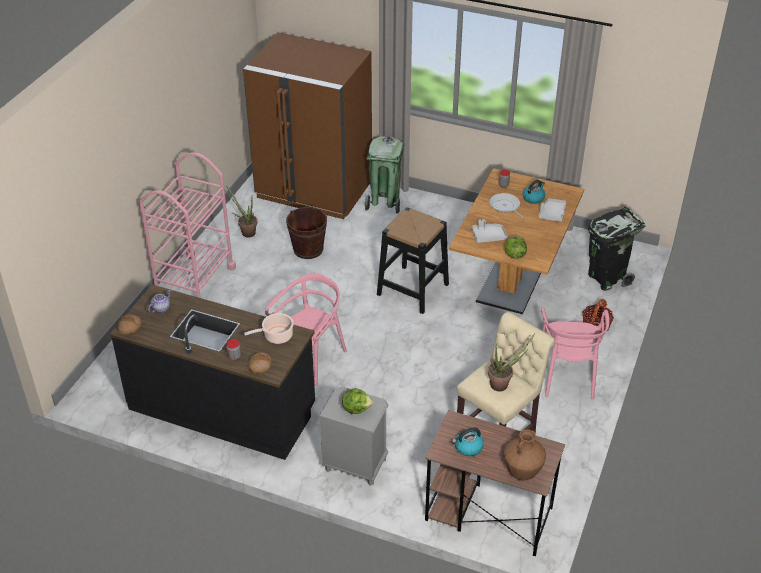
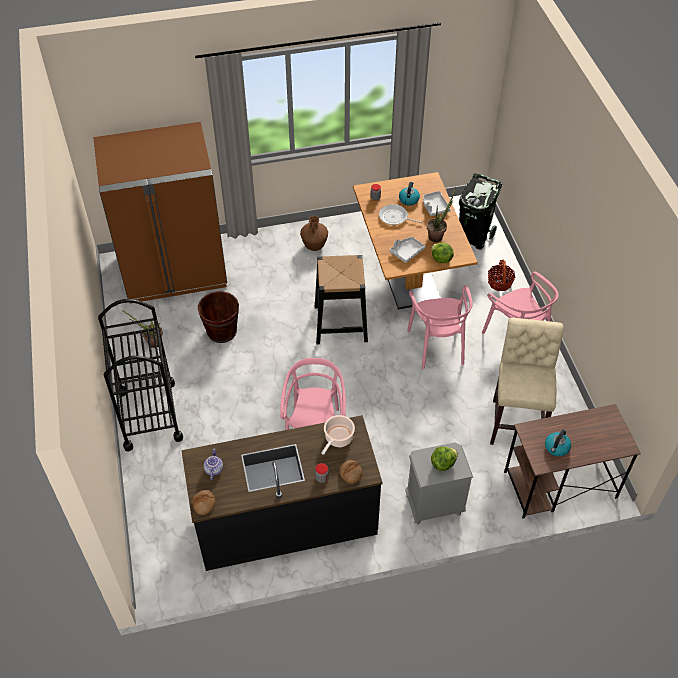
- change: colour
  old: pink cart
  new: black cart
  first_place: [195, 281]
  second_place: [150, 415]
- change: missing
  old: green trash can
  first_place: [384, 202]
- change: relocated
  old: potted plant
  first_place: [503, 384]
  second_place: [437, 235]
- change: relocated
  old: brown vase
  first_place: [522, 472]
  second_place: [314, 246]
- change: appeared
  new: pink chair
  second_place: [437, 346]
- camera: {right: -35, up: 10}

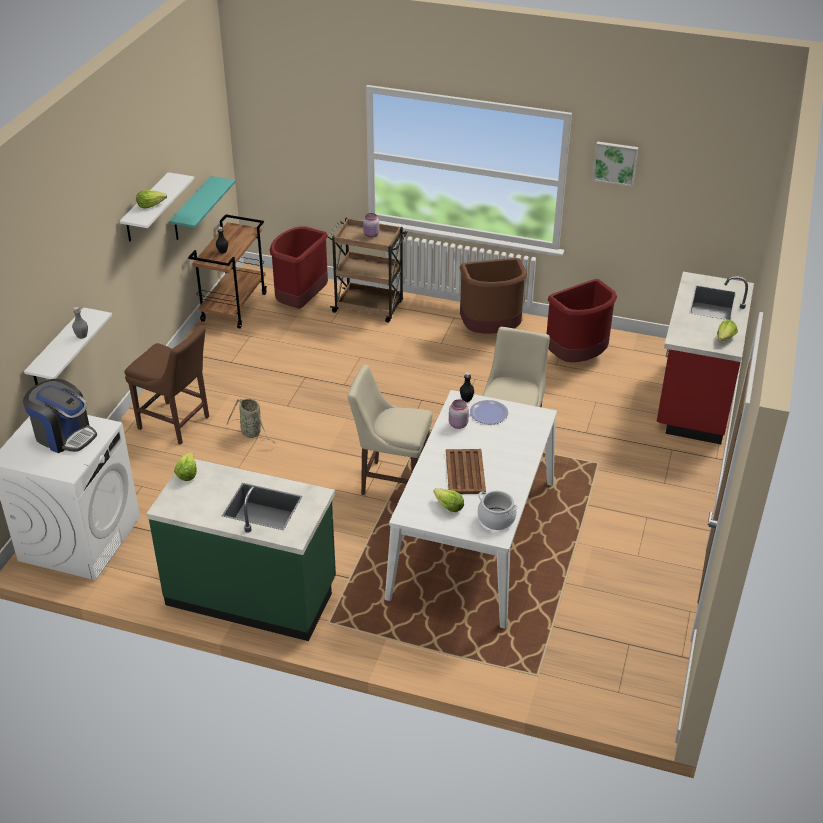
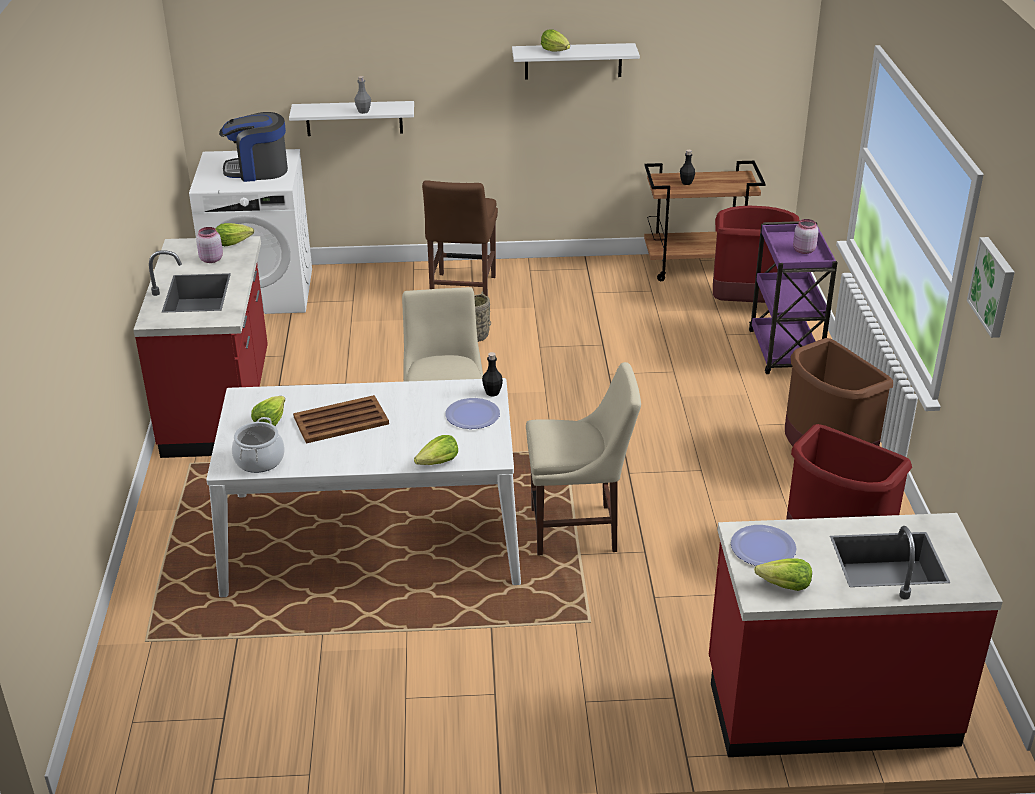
- change: spun
  old: coffee machine
  first_place: [64, 435]
  second_place: [257, 170]
  degrees: 75
- change: colour
  old: green counter
  new: red counter
  first_place: [252, 593]
  second_place: [220, 405]
- change: missing
  old: turquoise shelf
  first_place: [191, 209]
- change: colour
  old: brown cart
  new: purple cart
  first_place: [369, 307]
  second_place: [785, 353]
- change: relocated
  old: pink jar
  first_place: [457, 424]
  second_place: [211, 259]
- change: appeared
  new: lettuce
  second_place: [438, 462]
- change: appeared
  new: plate
  second_place: [763, 547]
- camera: {right: 70, up: -5}

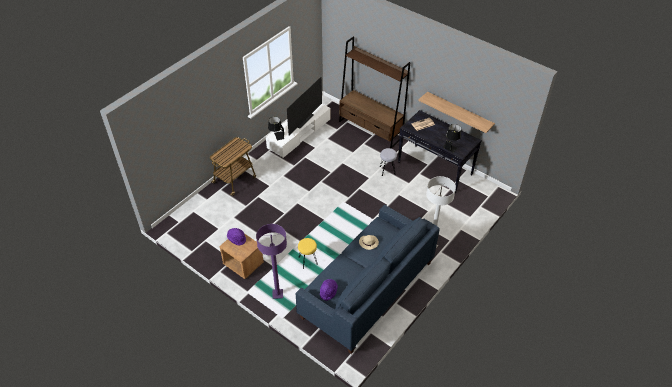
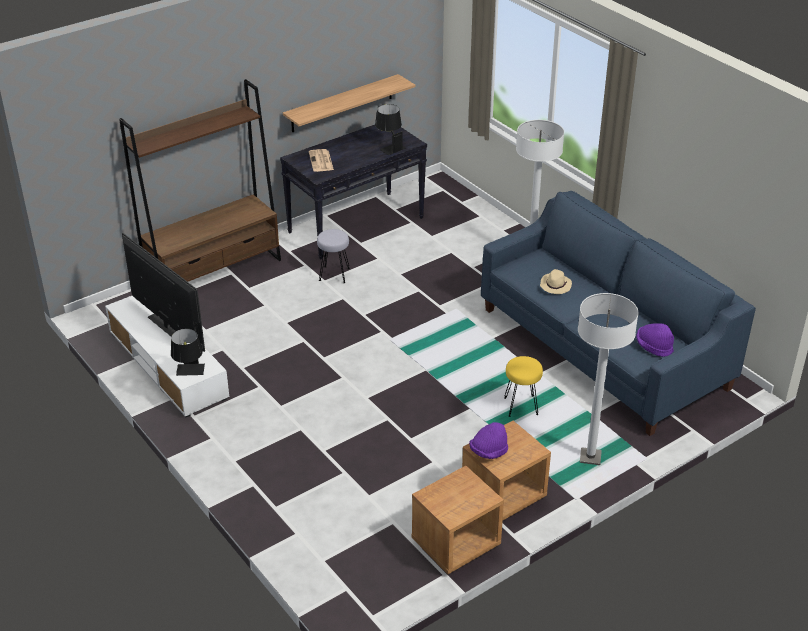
- change: missing
  old: cart
  first_place: [235, 179]
- change: colour
  old: purple floor lamp
  new: white floor lamp
  first_place: [277, 294]
  second_place: [590, 457]
- change: appeared
  new: brown nightstand
  second_place: [455, 544]
- camera: {right: -75, up: -10}

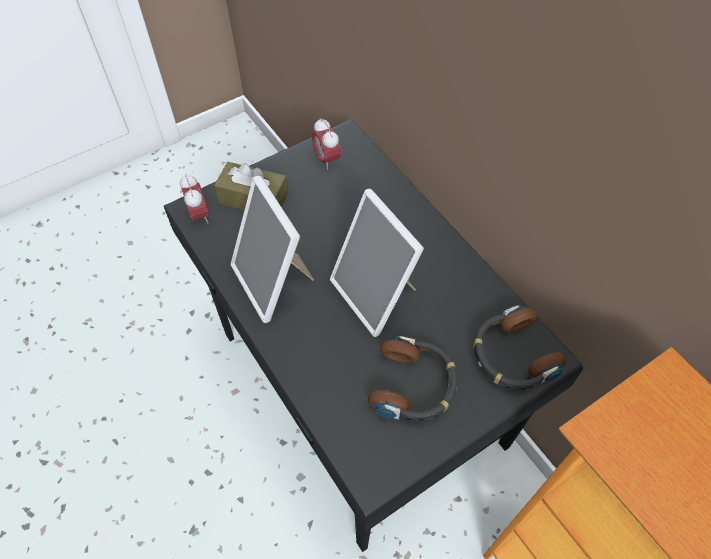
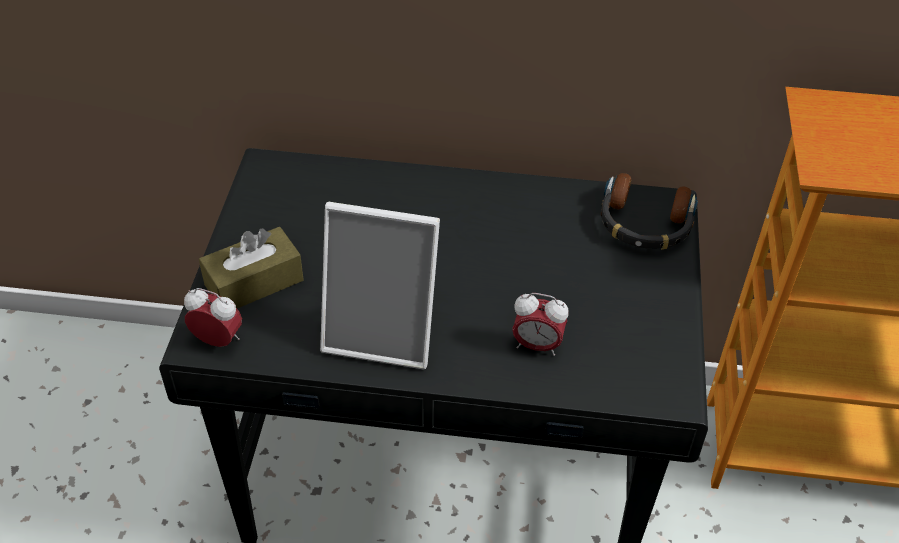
- change: relocated
  old: alarm clock
  first_place: [327, 159]
  second_place: [537, 345]
- change: missing
  old: picture frame
  first_place: [376, 295]
- change: missing
  old: headphones
  first_place: [414, 385]
- camera: {right: -50, up: -10}

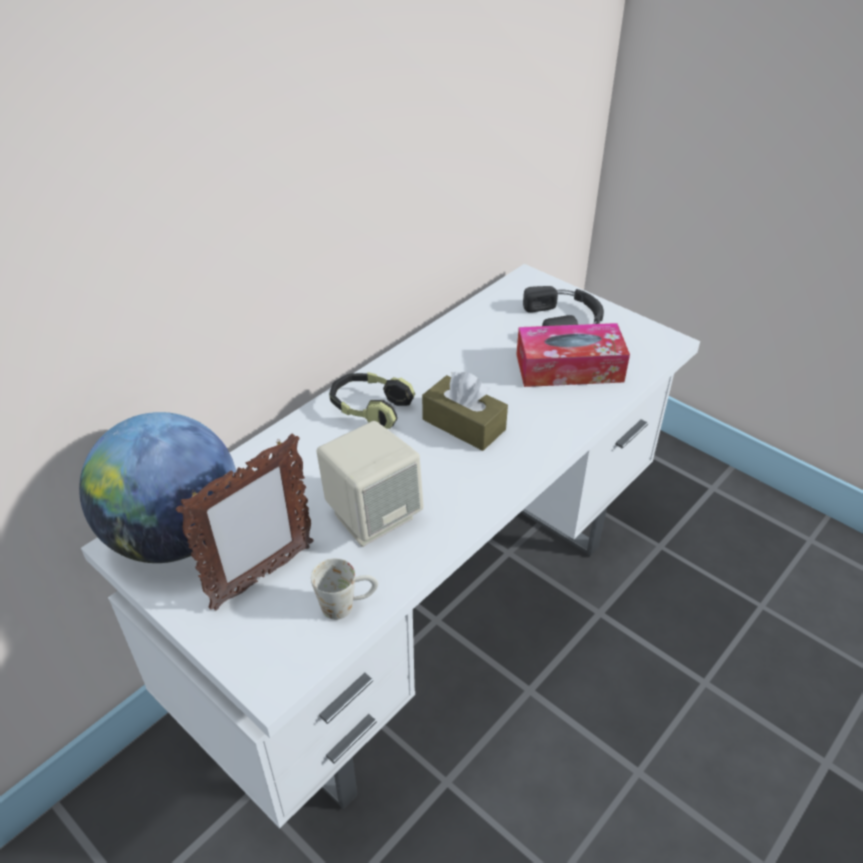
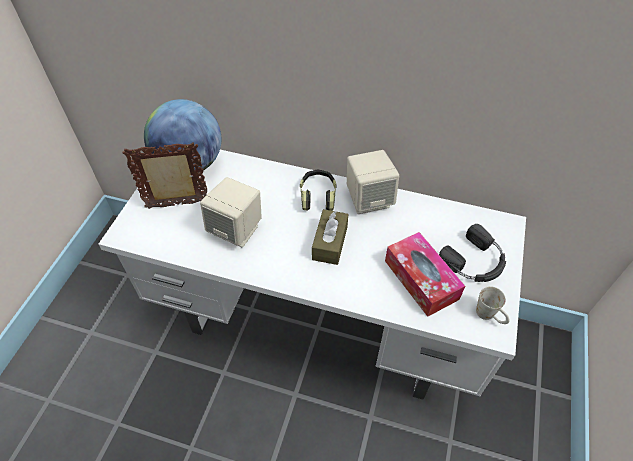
- change: spun
  old: picture frame
  first_place: [262, 577]
  second_place: [178, 205]
  degrees: 150
- change: relocated
  old: white mug
  first_place: [347, 604]
  second_place: [489, 316]
- change: appeared
  new: beige speaker
  second_place: [369, 200]
- camera: {right: 65, up: 10}

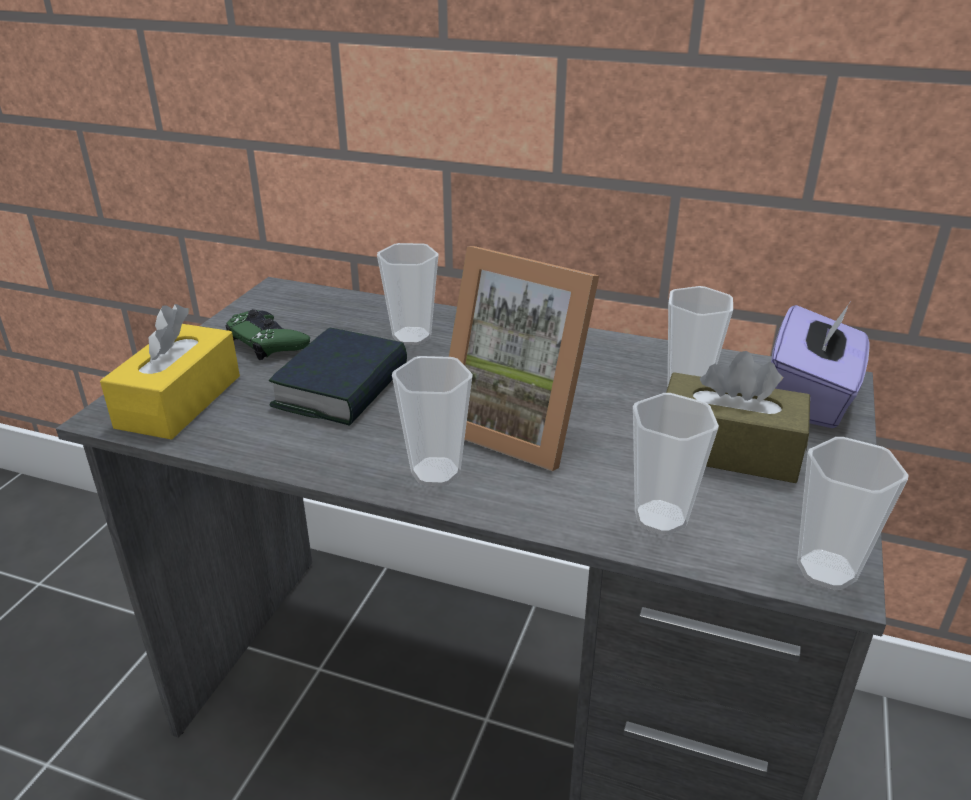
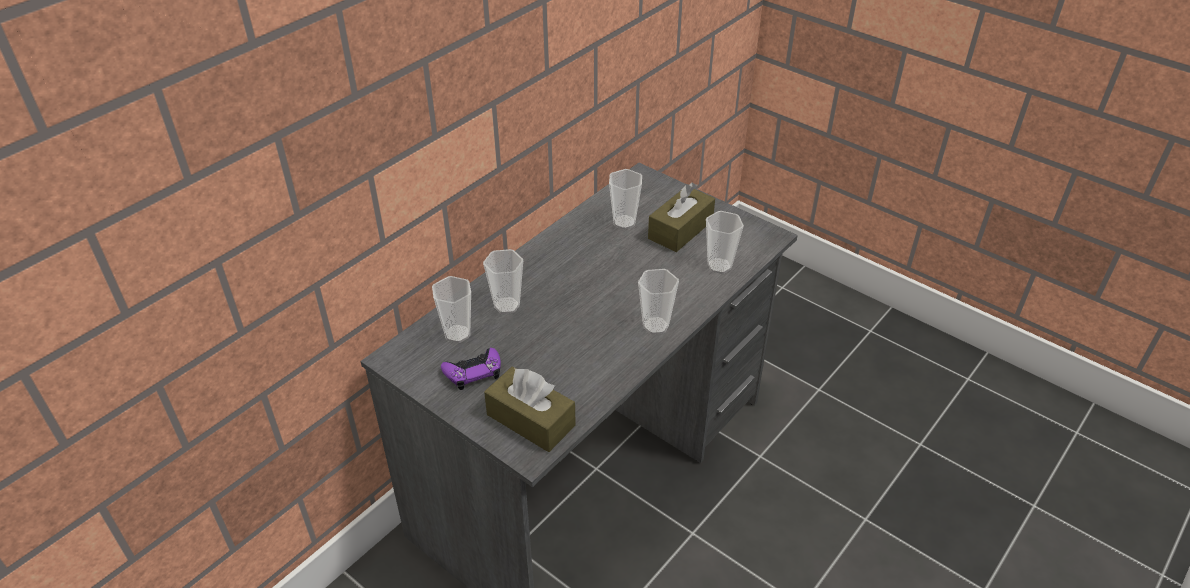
- change: colour
  old: yellow tissue box
  new: brown tissue box
  first_place: [179, 401]
  second_place: [531, 420]
- change: colour
  old: green game controller
  new: purple game controller
  first_place: [267, 342]
  second_place: [473, 372]
- change: missing
  old: book
  first_place: [342, 387]
- change: missing
  old: picture frame
  first_place: [520, 426]
- change: missing
  old: purple tissue box
  first_place: [810, 398]
- change: relocated
  old: cup
  first_place: [826, 570]
  second_place: [457, 334]
- camera: {right: -70, up: 10}

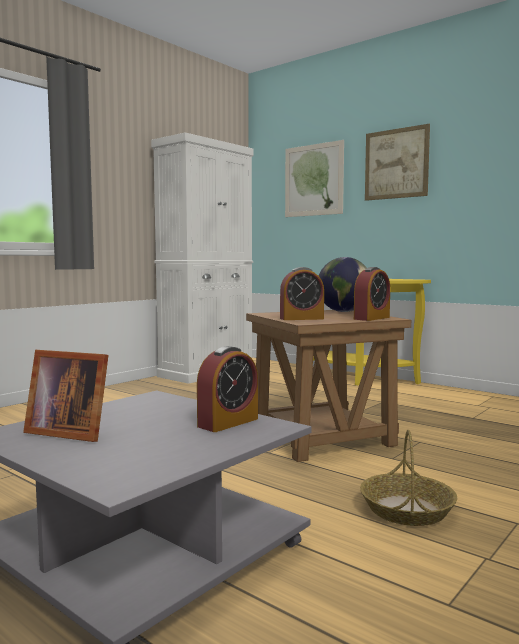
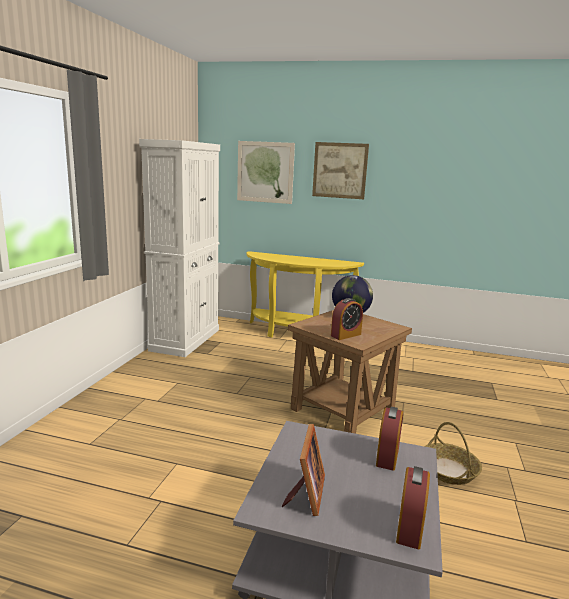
- change: spun
  old: picture frame
  first_place: [68, 432]
  second_place: [305, 494]
  degrees: -75
- change: relocated
  old: alarm clock
  first_place: [371, 318]
  second_place: [410, 527]
- camera: {right: -25, up: 10}

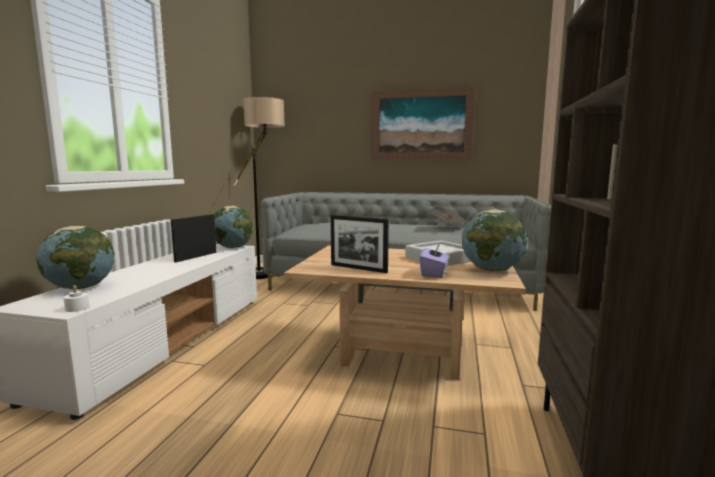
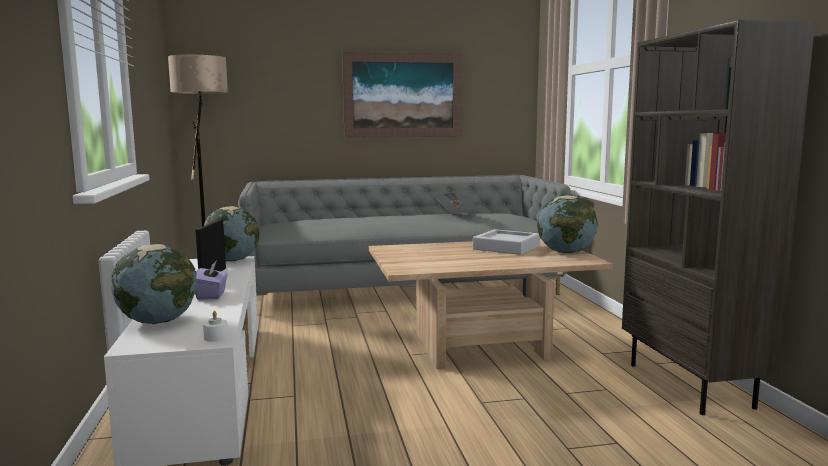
- change: missing
  old: picture frame
  first_place: [358, 268]
- change: relocated
  old: purple tissue box
  first_place: [434, 273]
  second_place: [212, 295]
- camera: {right: -25, up: 0}

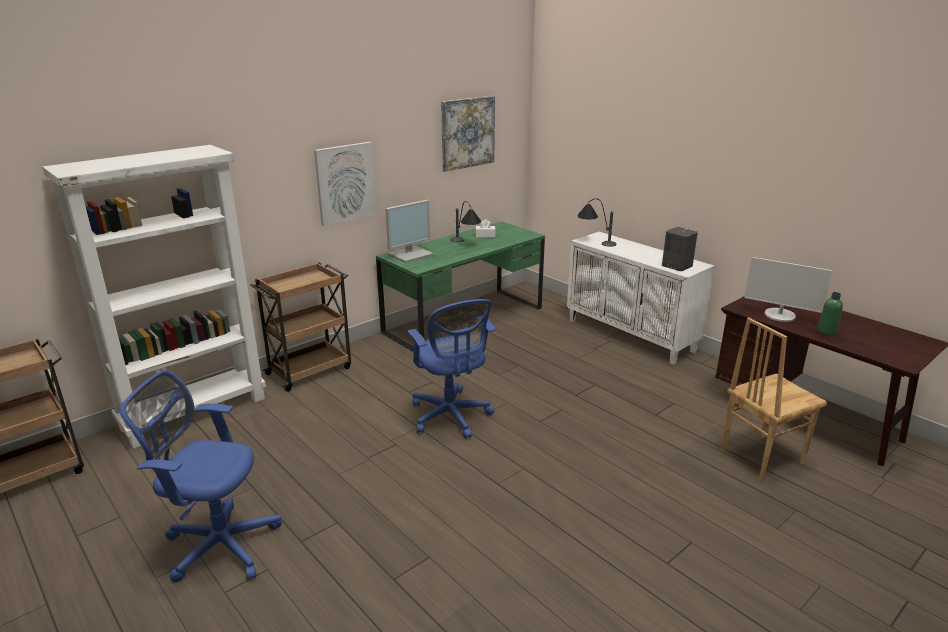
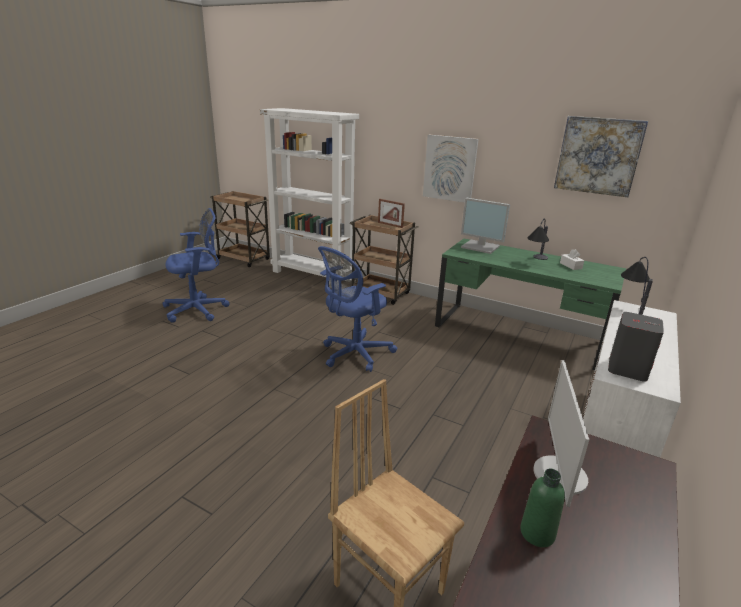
- change: spun
  old: blue office chair
  first_place: [218, 543]
  second_place: [198, 310]
  degrees: 75
- change: appeared
  new: picture frame
  second_place: [390, 225]
- camera: {right: 70, up: 0}

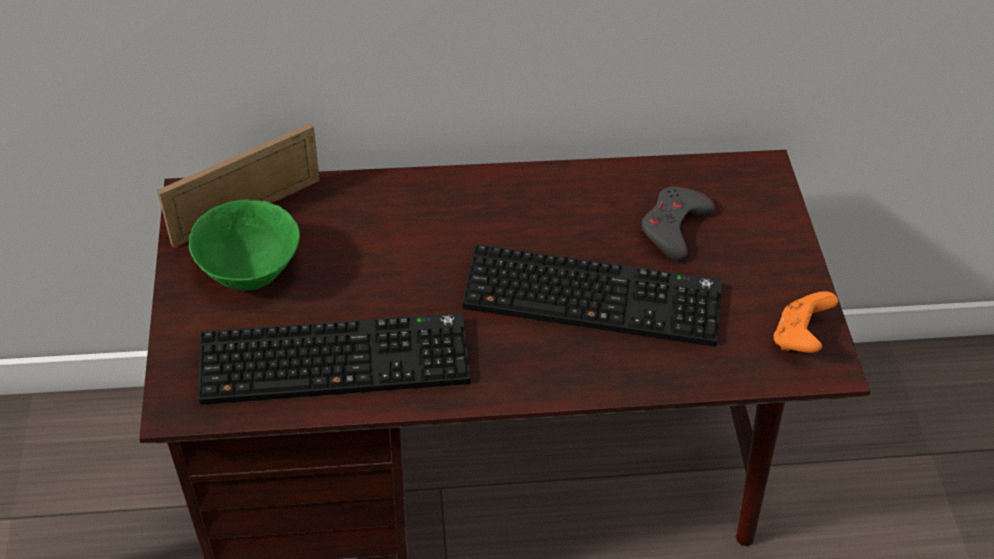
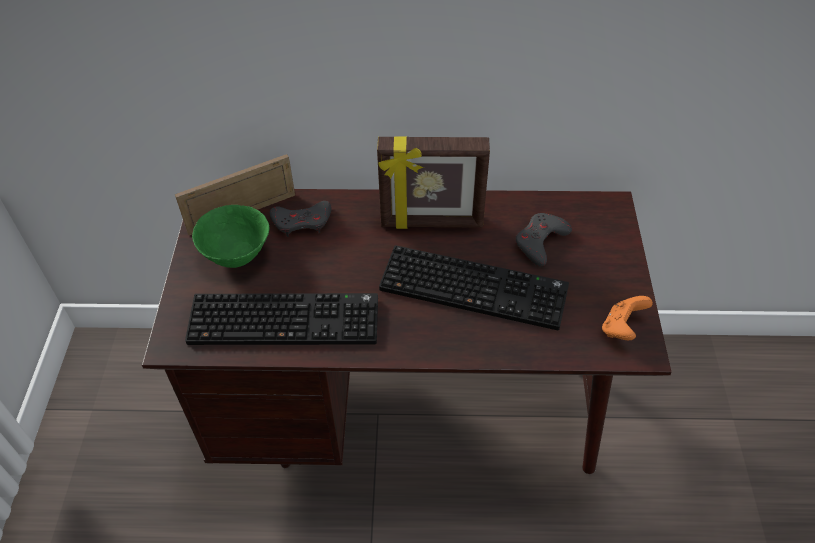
- change: appeared
  new: grey game controller
  second_place: [302, 222]
- change: appeared
  new: picture frame
  second_place: [431, 223]
- camera: {right: 10, up: 0}

